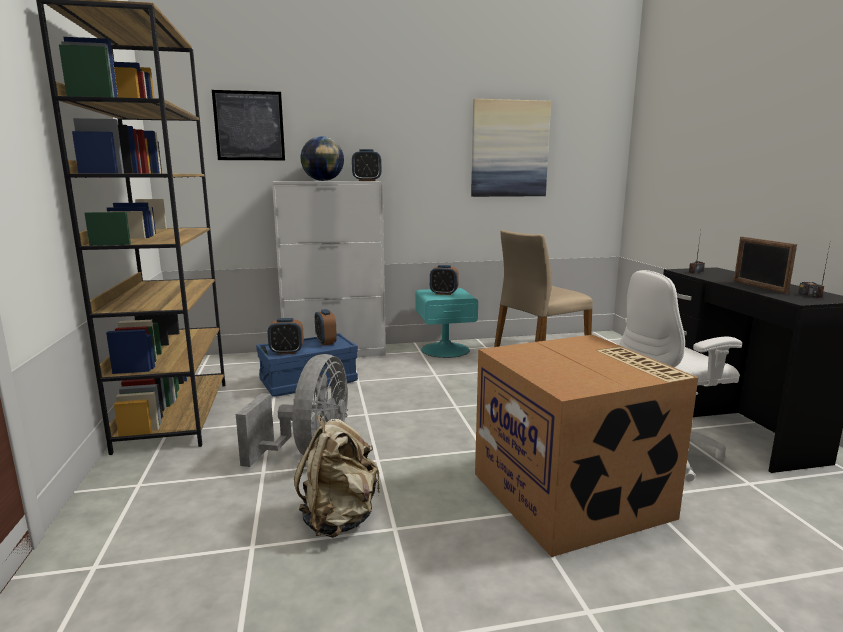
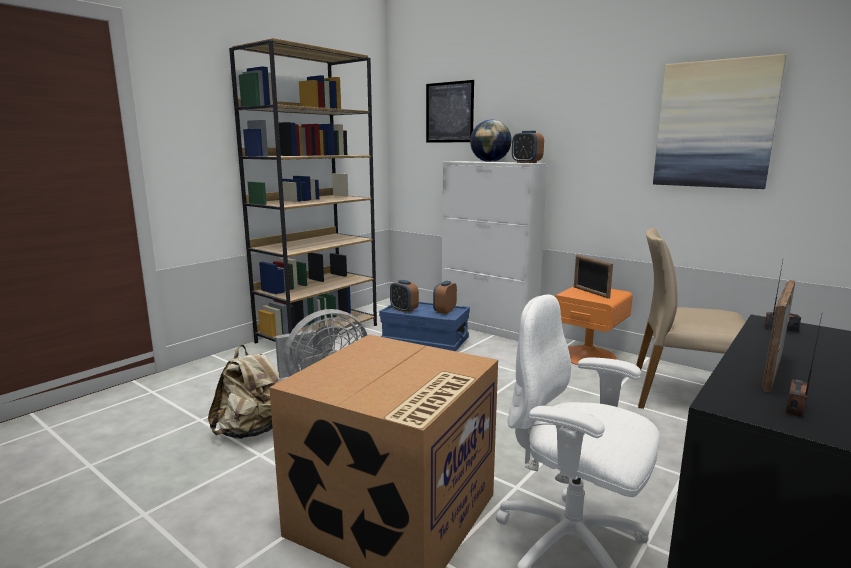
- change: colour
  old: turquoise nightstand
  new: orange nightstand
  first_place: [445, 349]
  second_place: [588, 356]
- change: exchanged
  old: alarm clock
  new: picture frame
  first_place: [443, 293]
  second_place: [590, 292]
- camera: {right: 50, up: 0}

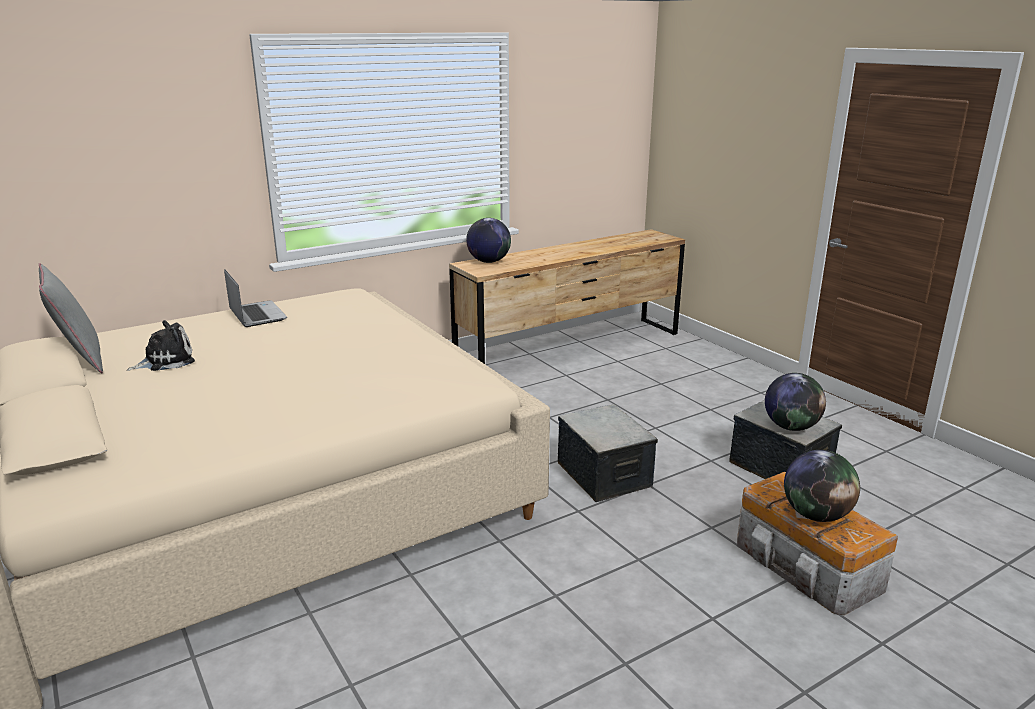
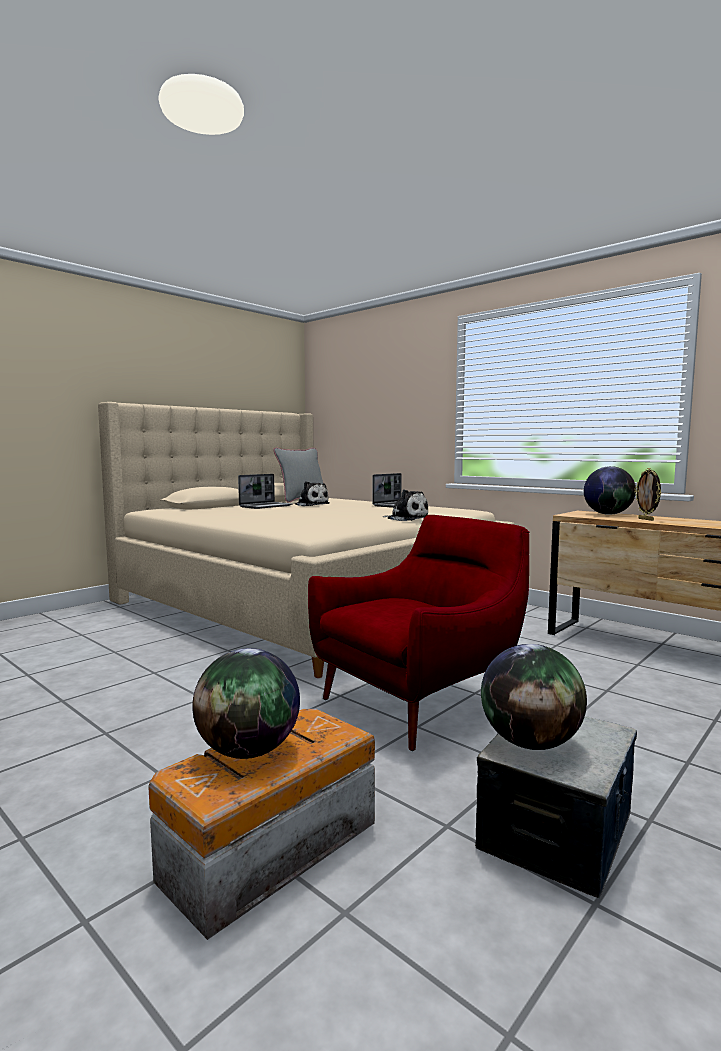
- change: exchanged
  old: storage box
  new: red armchair
  first_place: [604, 475]
  second_place: [419, 702]
- change: appeared
  new: laptop
  second_place: [266, 506]
- change: appeared
  new: plush toy
  second_place: [406, 518]
- change: appeared
  new: picture frame
  second_place: [646, 519]
- camera: {right: 75, up: -15}

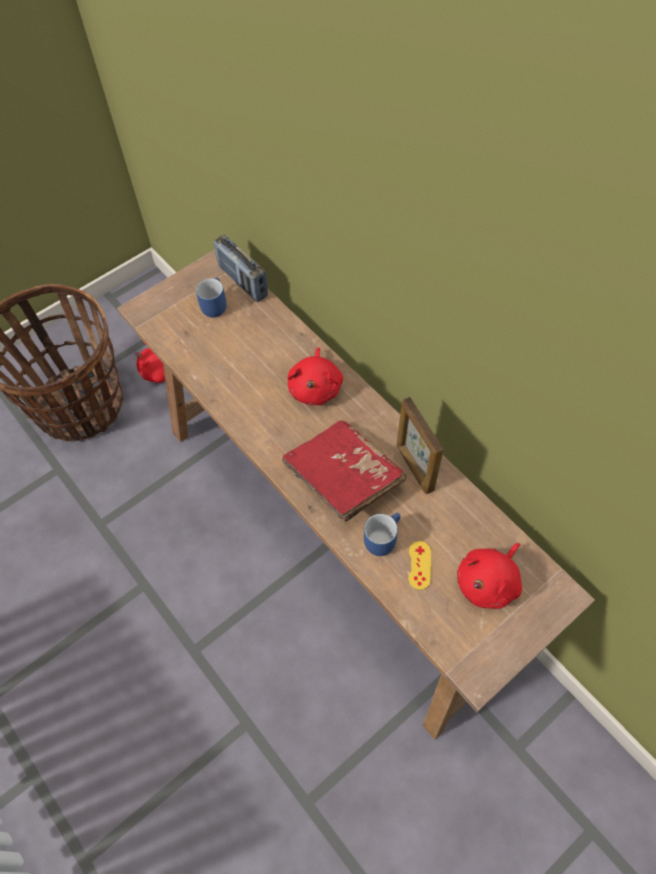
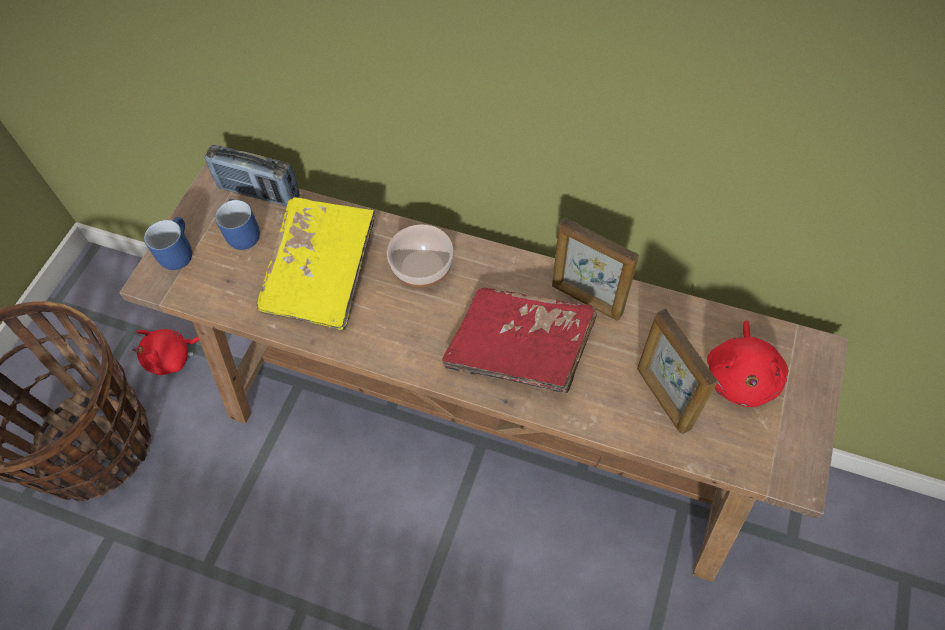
- change: exchanged
  old: red plush toy
  new: bowl
  first_place: [316, 387]
  second_place: [423, 268]
- change: relocated
  old: blue mug
  first_place: [381, 537]
  second_place: [176, 252]
- change: exchanged
  old: yellow game controller
  new: picture frame
  first_place: [419, 565]
  second_place: [662, 398]
- change: appeared
  new: yellow book
  second_place: [322, 275]
- camera: {right: -30, up: 0}

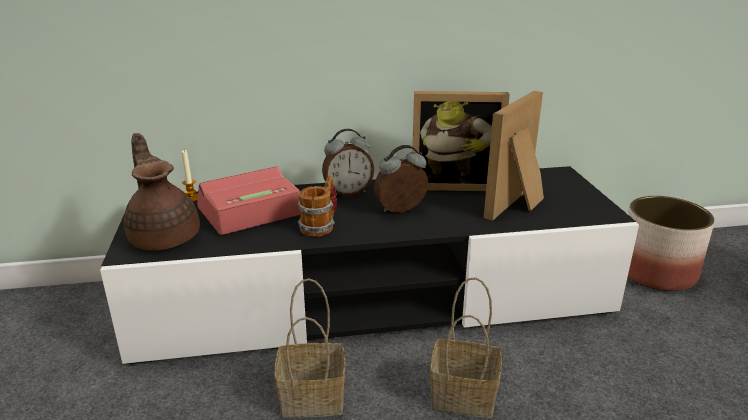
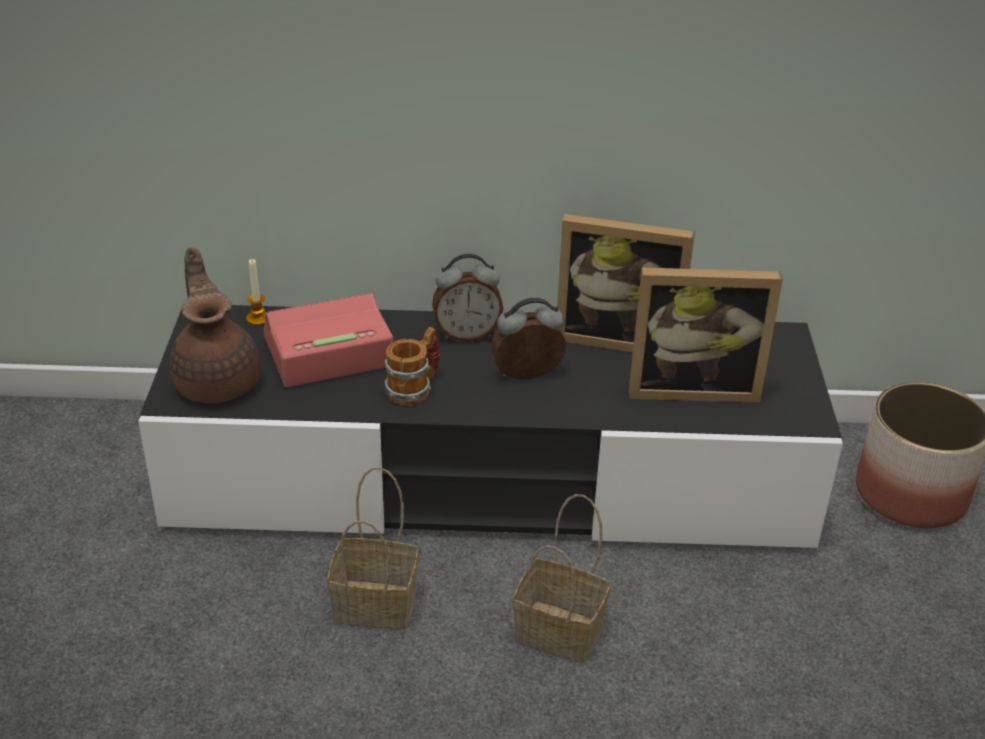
- change: spun
  old: picture frame
  first_place: [518, 205]
  second_place: [692, 387]
  degrees: -135
- camera: {right: 10, up: 10}

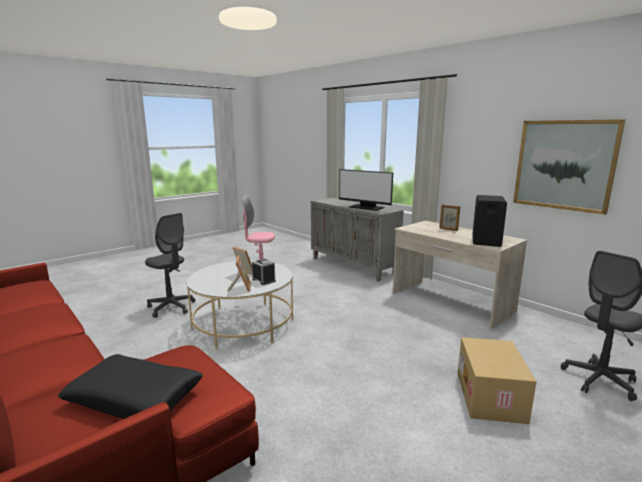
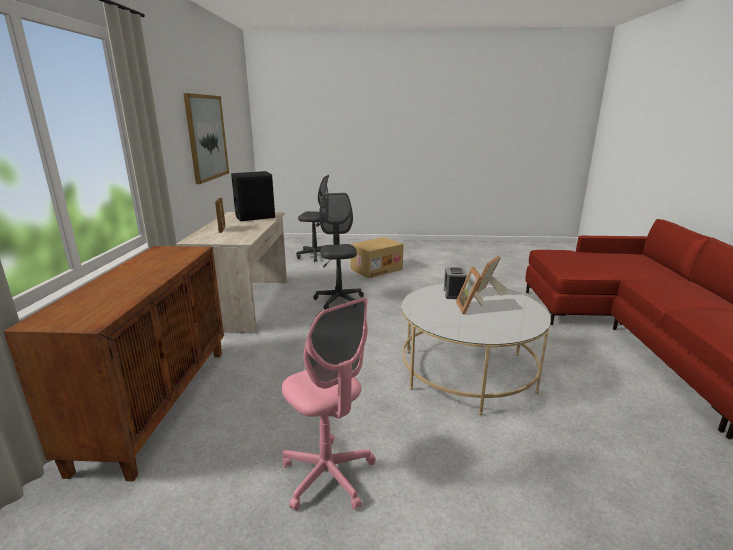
- change: missing
  old: black pillow
  first_place: [135, 397]
- change: relocated
  old: grey office chair
  first_place: [171, 307]
  second_place: [339, 300]
- change: colour
  old: grey cabinet
  new: brown cabinet
  first_place: [353, 266]
  second_place: [157, 402]
- change: missing
  old: monitor
  first_place: [366, 207]
- camera: {right: -135, up: 5}

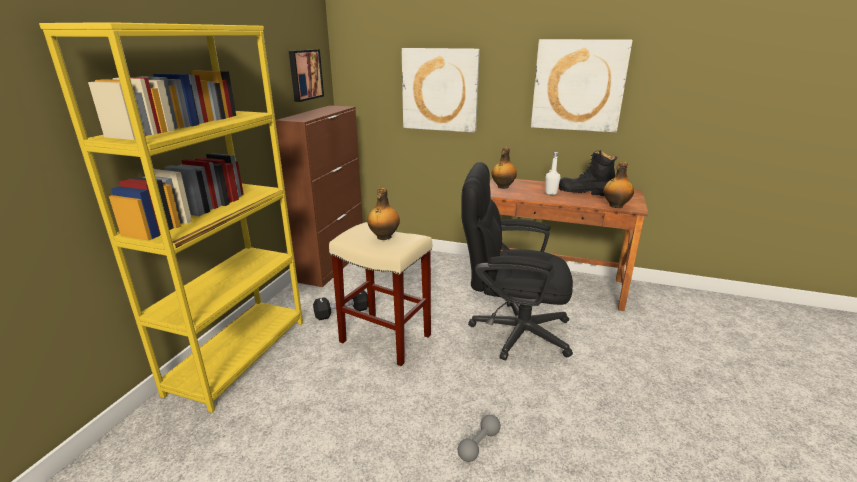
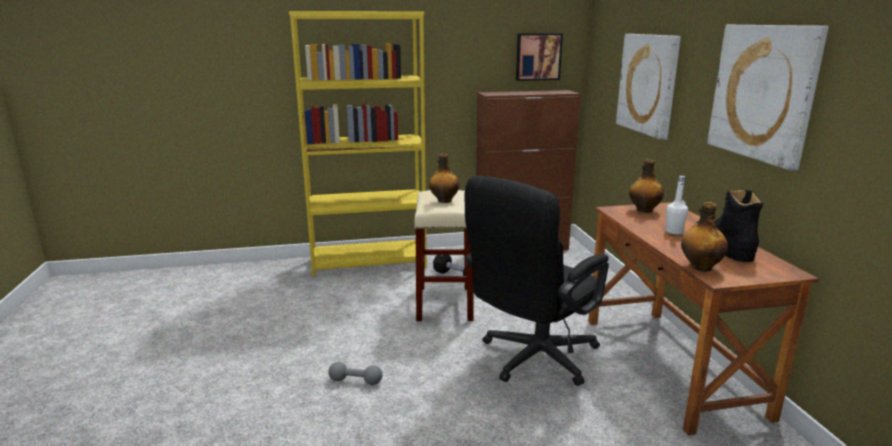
- change: spun
  old: black office chair
  first_place: [510, 330]
  second_place: [532, 360]
  degrees: -120
- camera: {right: 60, up: -5}

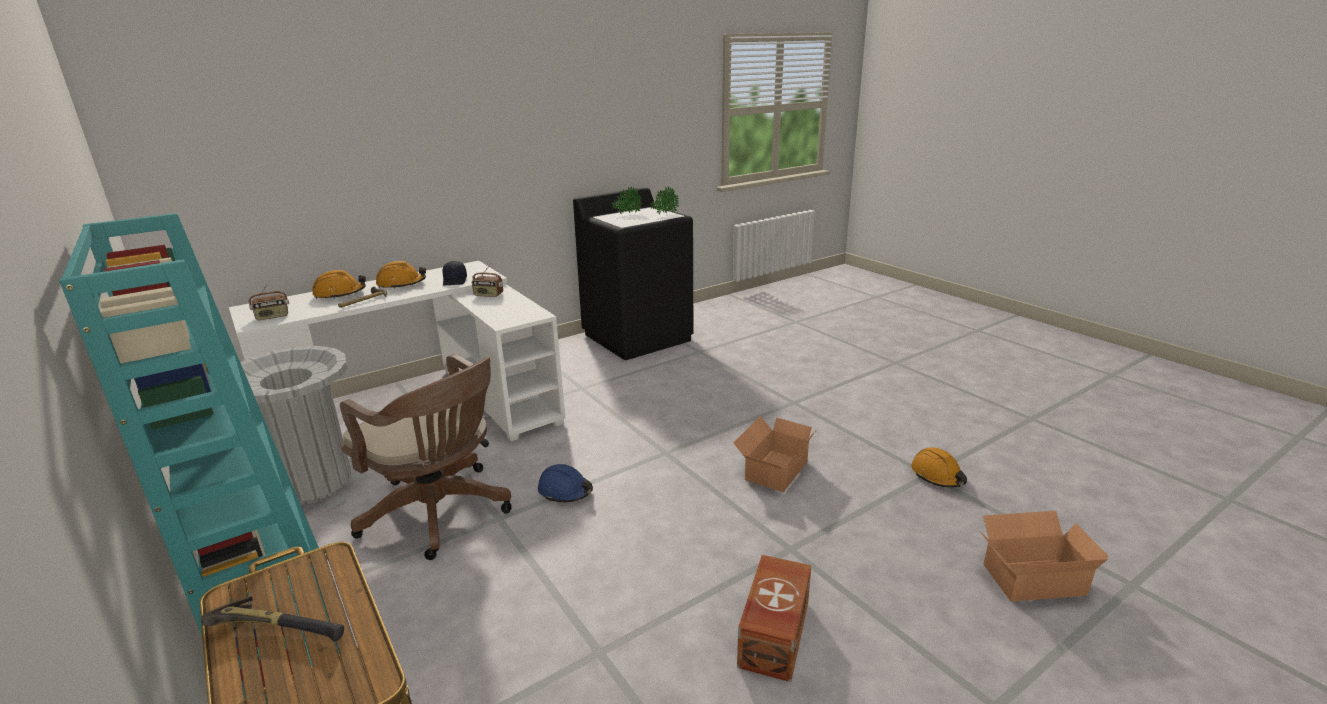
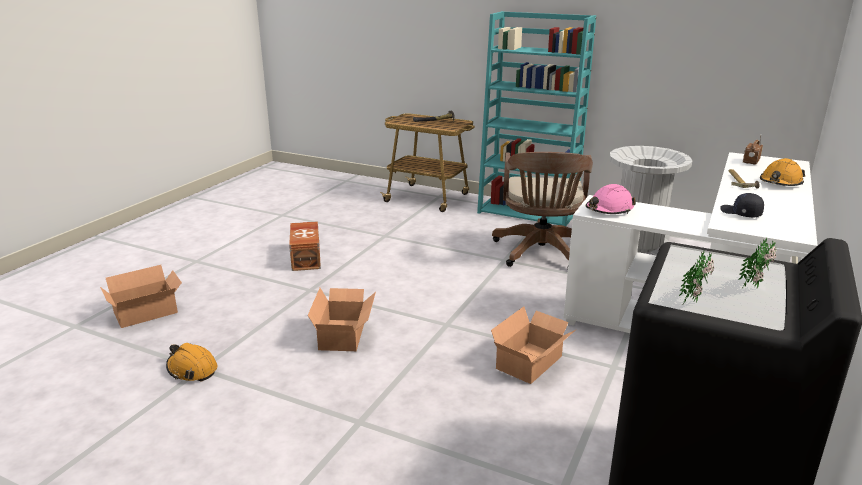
- change: spun
  old: brown office chair
  first_place: [441, 513]
  second_place: [541, 253]
  degrees: -90
- change: missing
  old: orange hard hat
  first_place: [401, 284]
- change: missing
  old: radio
  first_place: [488, 295]
- change: missing
  old: blue hard hat
  first_place: [565, 491]
- change: appeared
  new: cardboard box
  second_place: [532, 363]
- change: appeared
  new: pink hard hat
  second_place: [609, 210]
- camera: {right: 150, up: 0}

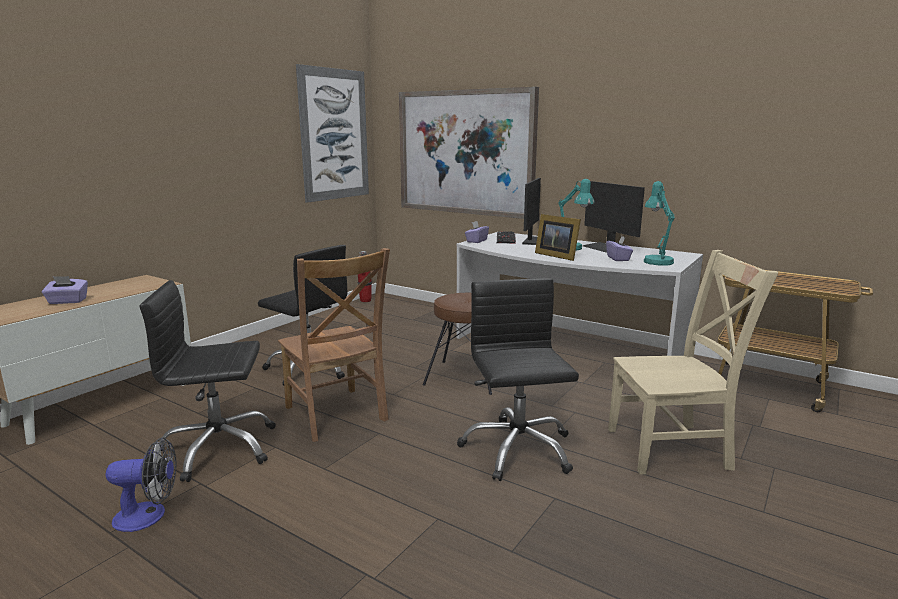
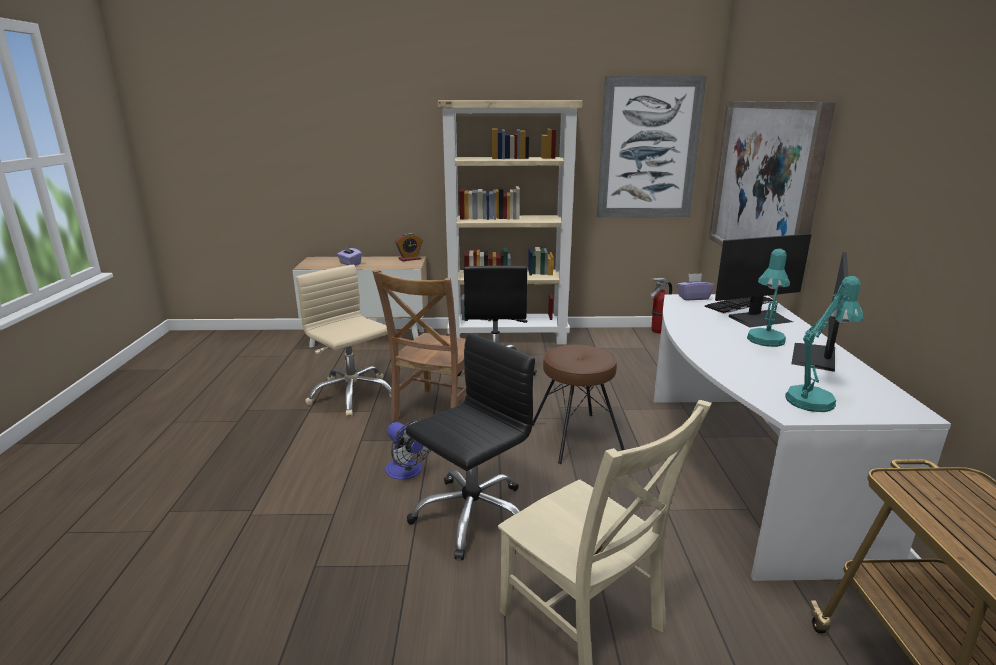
- change: relocated
  old: fan
  first_place: [149, 516]
  second_place: [407, 472]
- change: colour
  old: black office chair
  new: beige office chair
  first_place: [218, 448]
  second_place: [352, 395]
- change: missing
  old: picture frame
  first_place: [556, 255]
- change: missing
  old: purple tissue box
  first_place: [618, 258]
- change: appeared
  new: alarm clock
  second_place: [409, 259]
- change: appeared
  new: beige bookcase
  second_place: [508, 337]
- camera: {right: 55, up: 5}

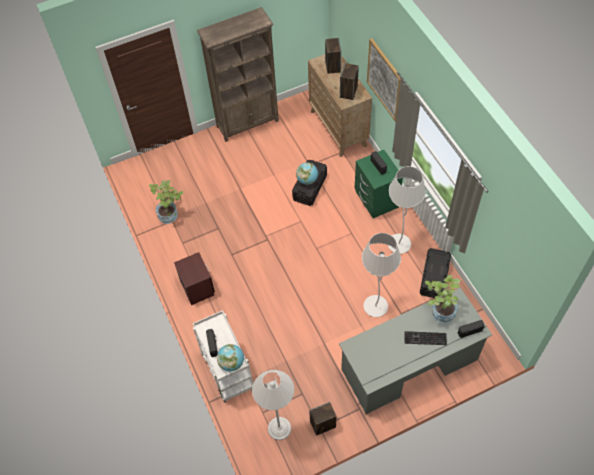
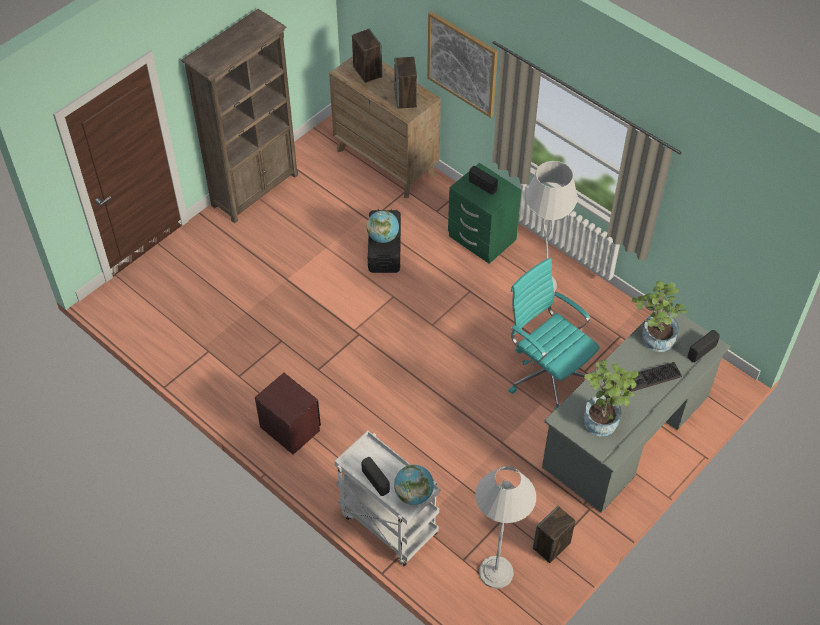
- change: relocated
  old: potted plant
  first_place: [171, 214]
  second_place: [604, 418]
- change: exchanged
  old: white floor lamp
  new: turquoise office chair
  first_place: [375, 306]
  second_place: [547, 374]
- change: missing
  old: black storage box
  first_place: [434, 278]
- camera: {right: -25, up: -5}

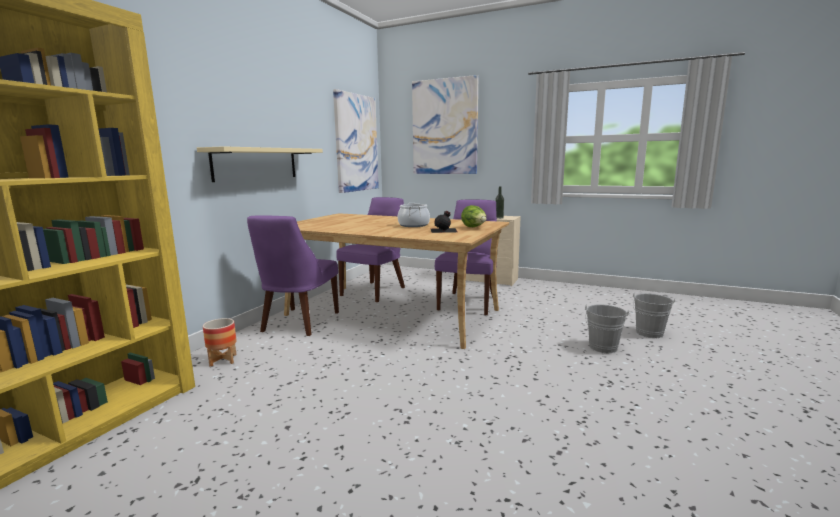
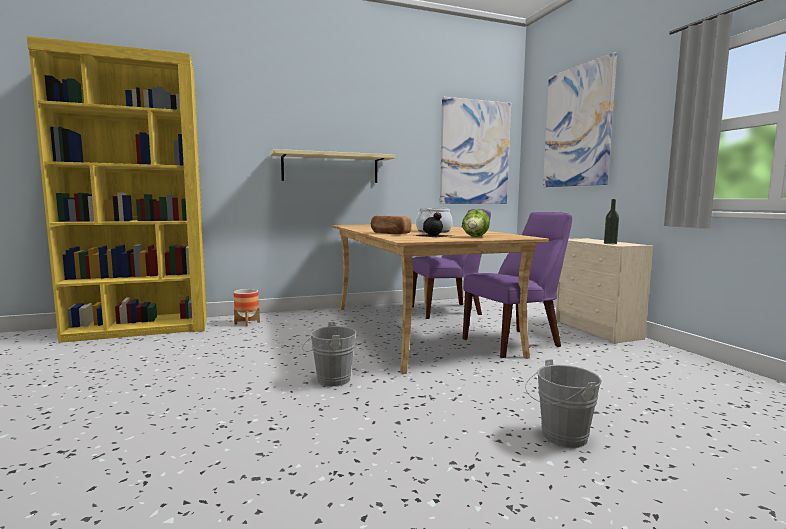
- change: missing
  old: purple chair
  first_place: [298, 323]
- change: relocated
  old: grey bucket
  first_place: [649, 334]
  second_place: [329, 380]
- change: appeared
  new: bread
  second_place: [389, 233]
- camera: {right: 45, up: -5}

